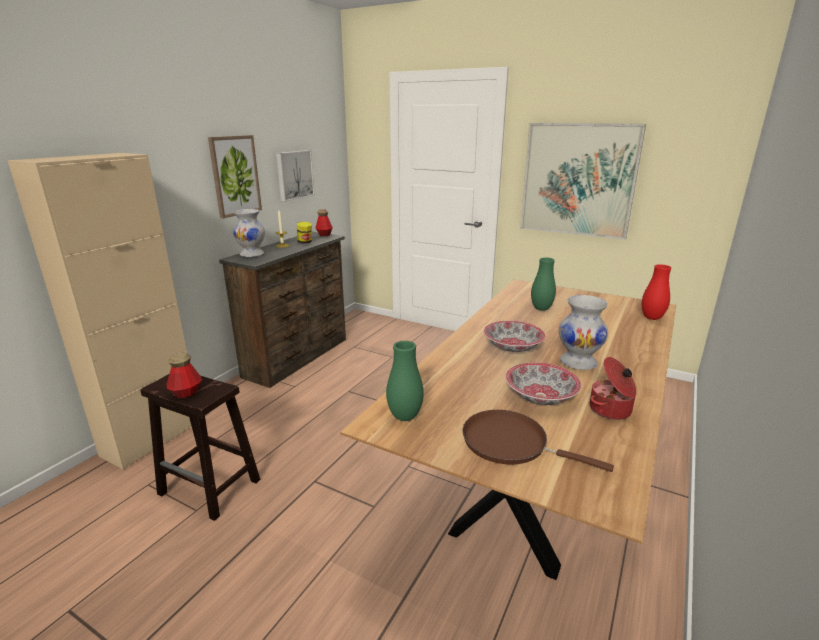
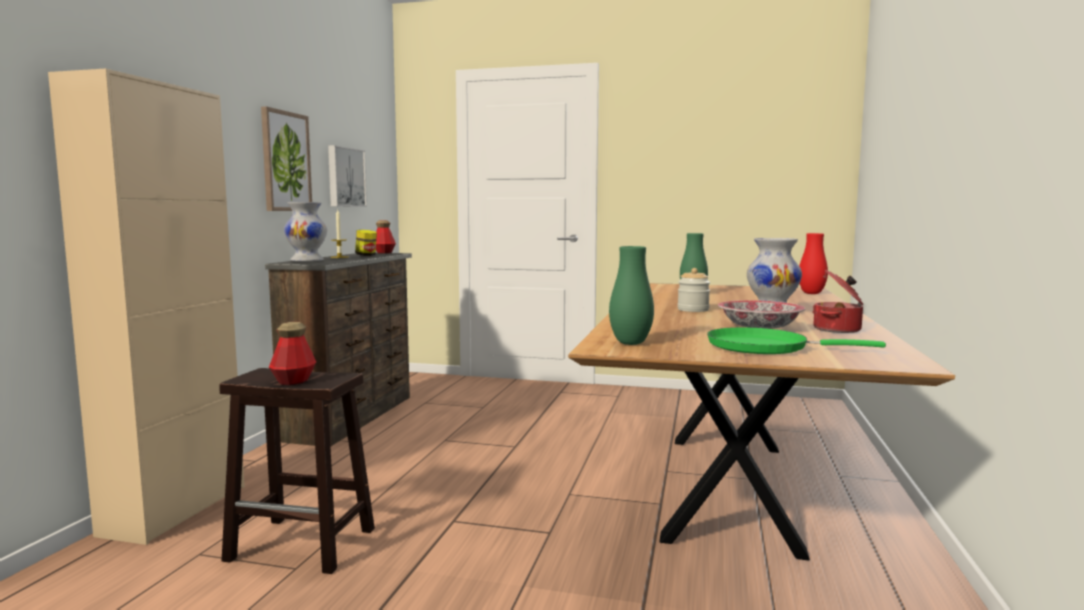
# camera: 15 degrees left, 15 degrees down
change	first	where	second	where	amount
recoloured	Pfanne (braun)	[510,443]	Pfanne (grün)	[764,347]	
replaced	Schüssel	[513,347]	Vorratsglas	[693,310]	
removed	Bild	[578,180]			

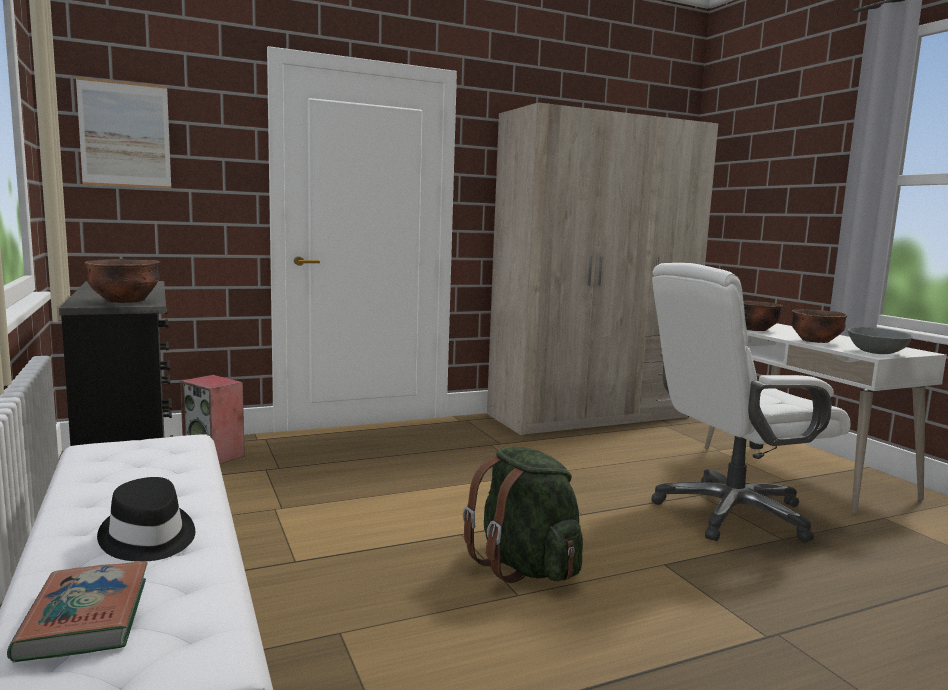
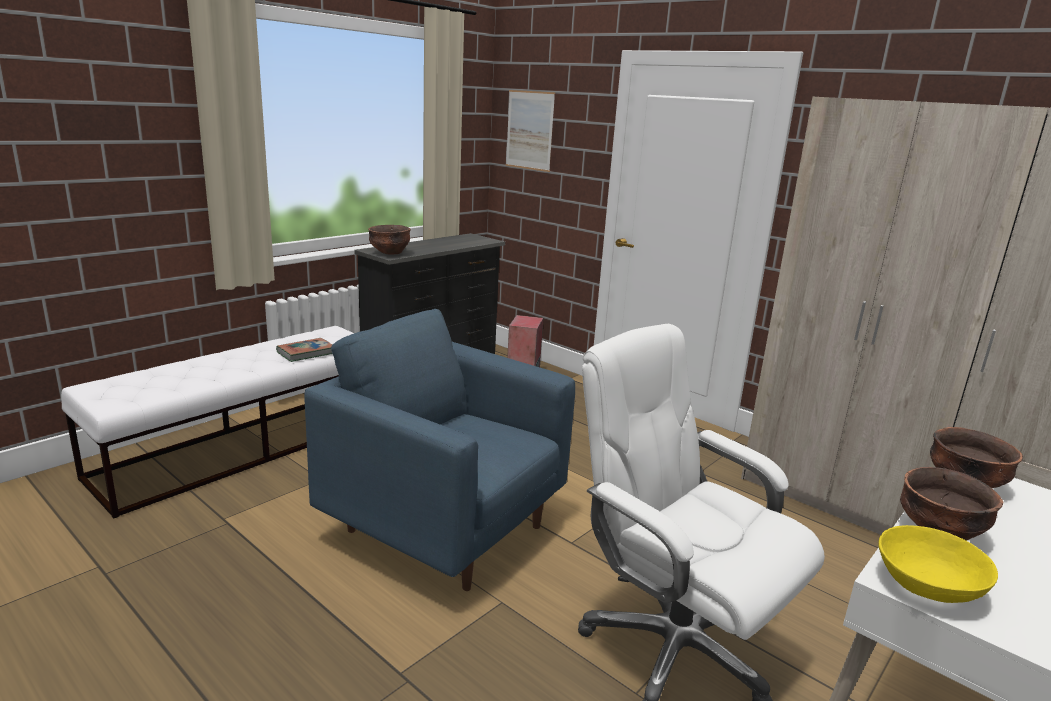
# camera: 65 degrees right, 10 degrees up
change	first	where	second	where	amount
moved	Buch	[85,618]		[306,353]	
removed	Hut (schwarz)	[148,538]			
replaced	Rucksack (grün)	[524,566]	Sessel (blau)	[445,528]	
recoloured	Schüssel (grau)	[876,352]	Schüssel (gelb)	[927,585]	

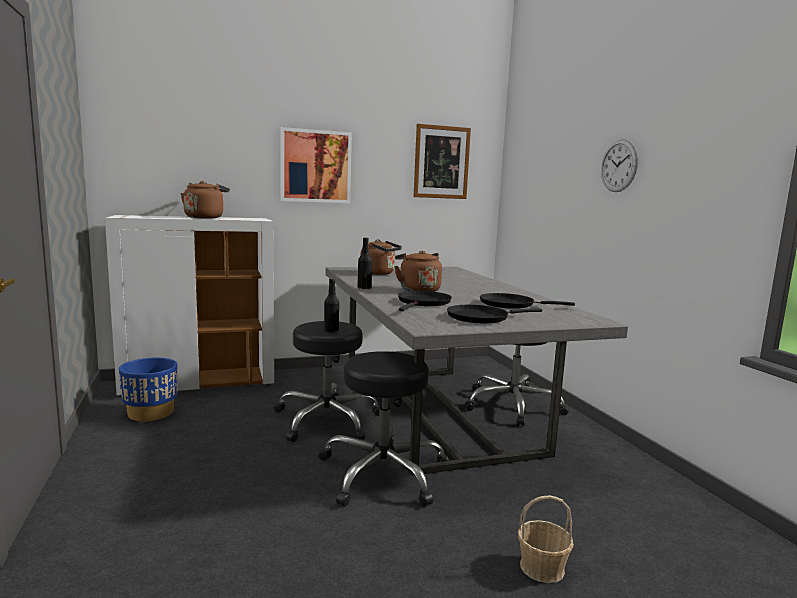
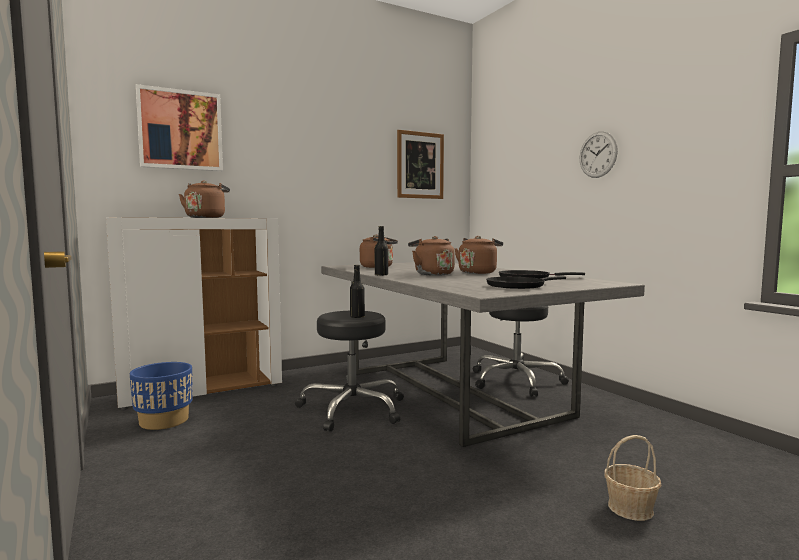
# camera: 10 degrees left, 5 degrees down
change	first	where	second	where	amount
moved	Bild	[315,166]		[180,130]	
removed	Hocker (schwarz)	[383,473]			
removed	Pfanne (schwarz)	[423,303]			
added			Wasserkessel (braun)	[478,272]	

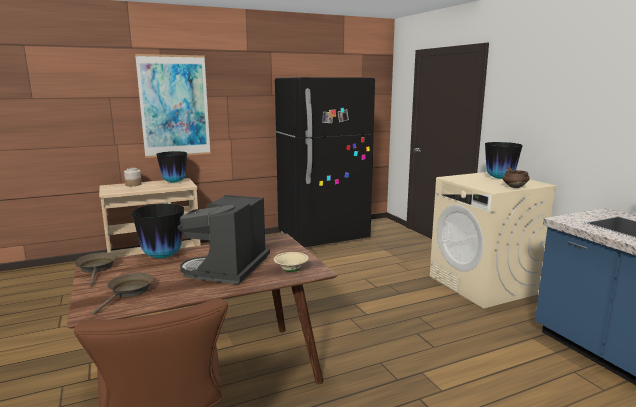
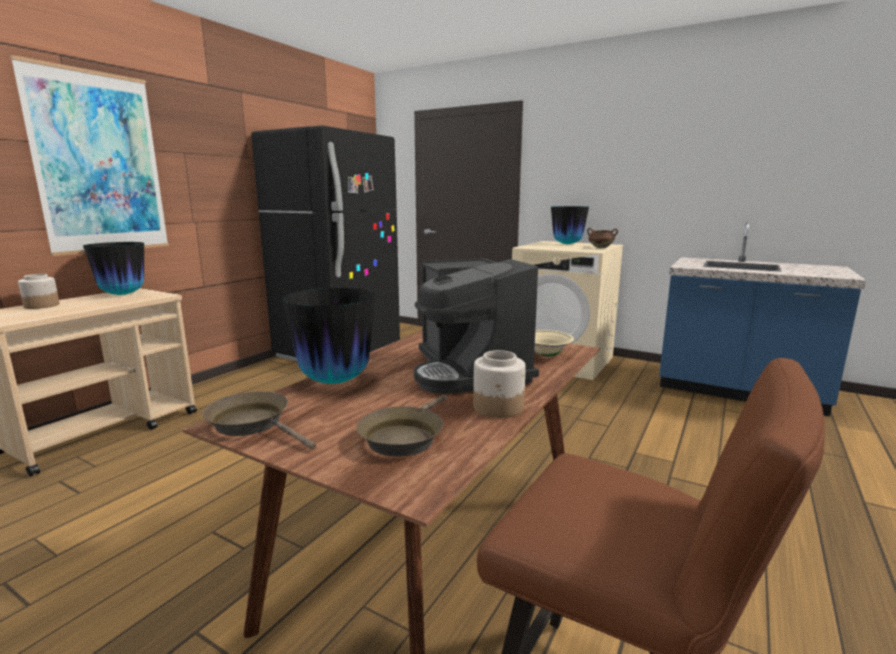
# camera: 35 degrees left, 0 degrees up
change	first	where	second	where	amount
turned	Pfanne (braun)	[129,292]		[404,437]	135 degrees counterclockwise
added			Vorratsglas	[498,407]	

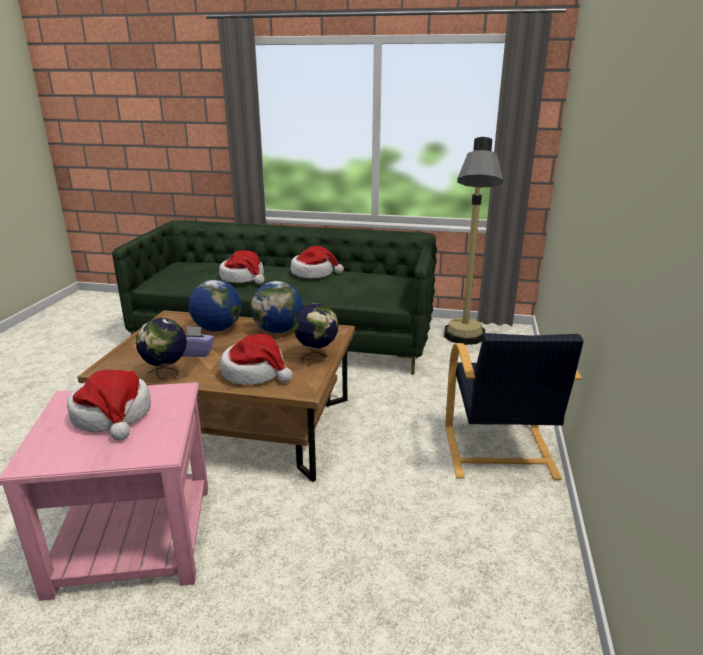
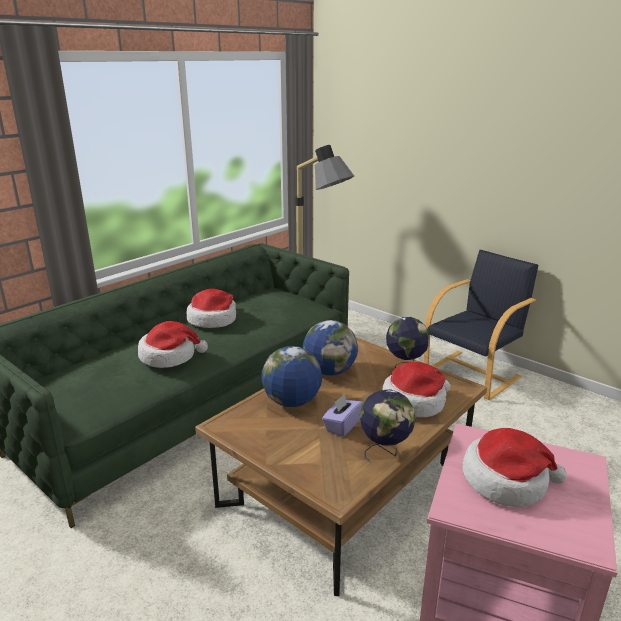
# camera: 60 degrees left, 0 degrees up
change	first	where	second	where	amount
turned	Sessel (schwarz)	[499,453]		[473,374]	75 degrees counterclockwise

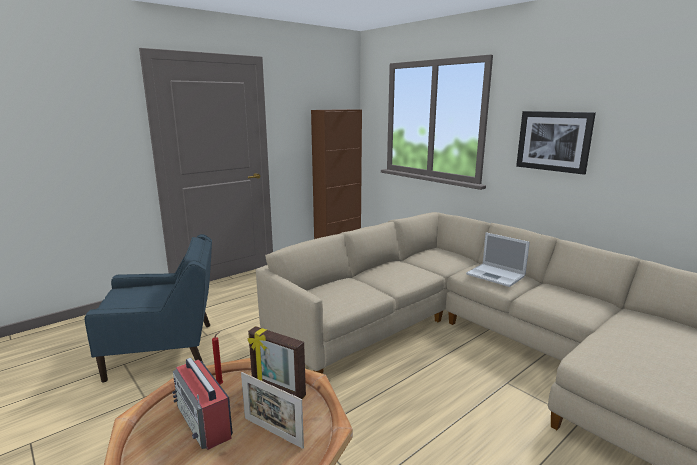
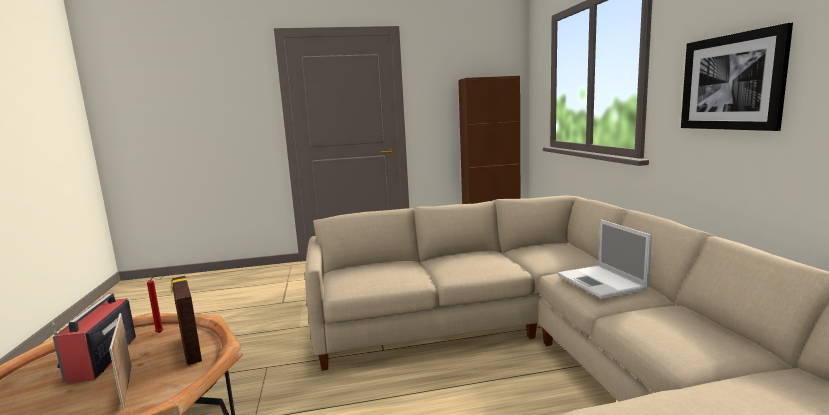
# camera: 30 degrees right, 5 degrees down
change	first	where	second	where	amount
removed	Sessel (blau)	[165,351]			

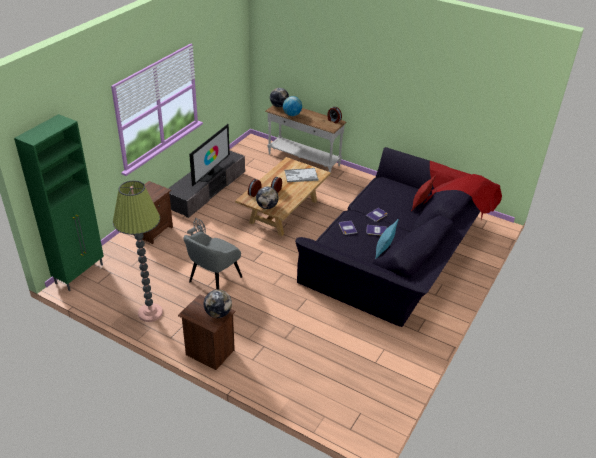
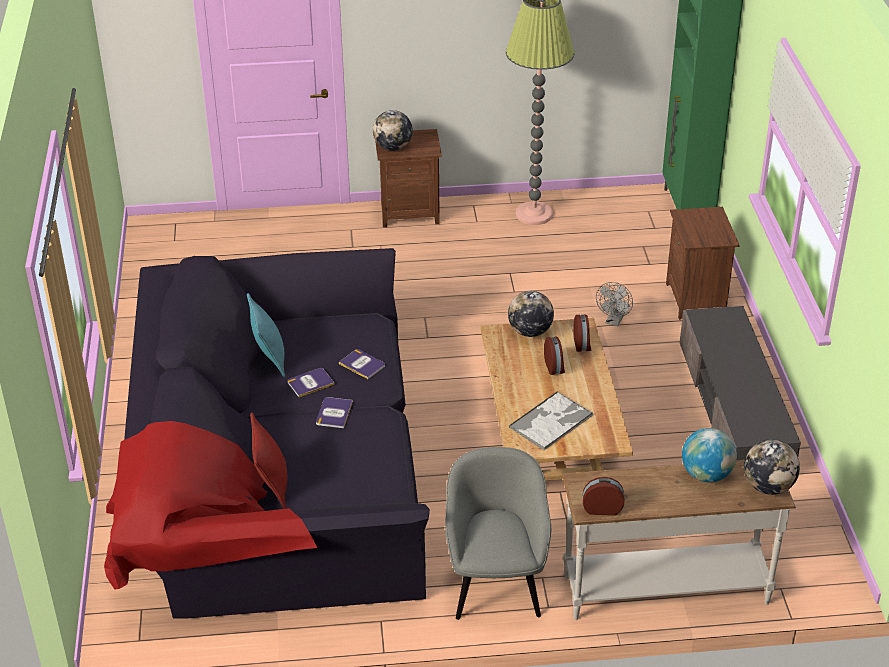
# camera: 145 degrees right, 0 degrees up
change	first	where	second	where	amount
moved	Sessel (grau)	[214,280]		[495,584]	
removed	Fernseher	[210,173]			

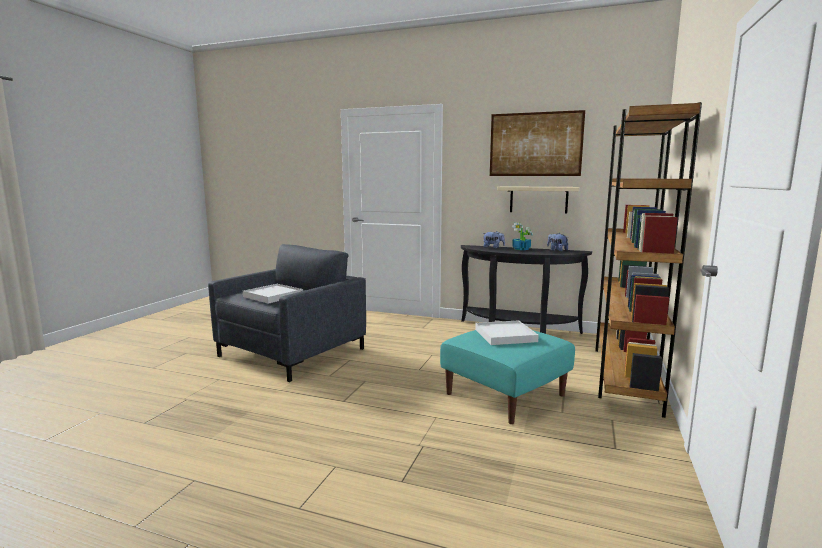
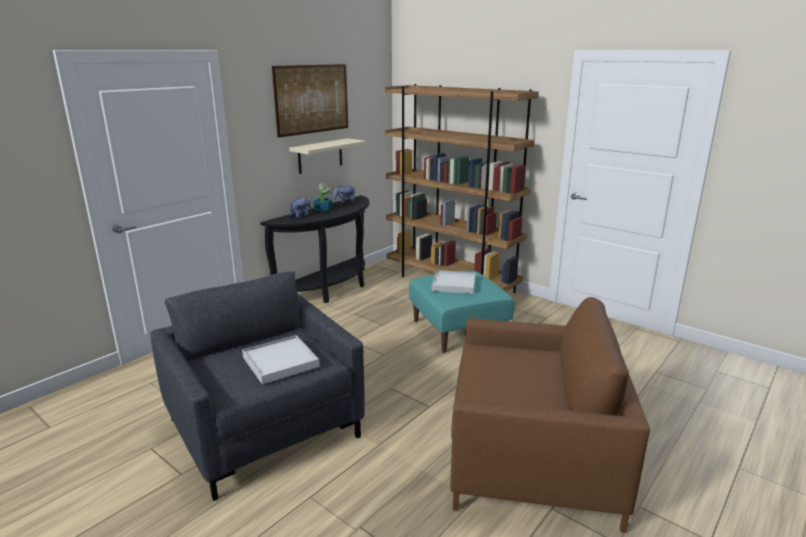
# camera: 70 degrees left, 10 degrees up
change	first	where	second	where	amount
added			Sessel (braun)	[533,461]	

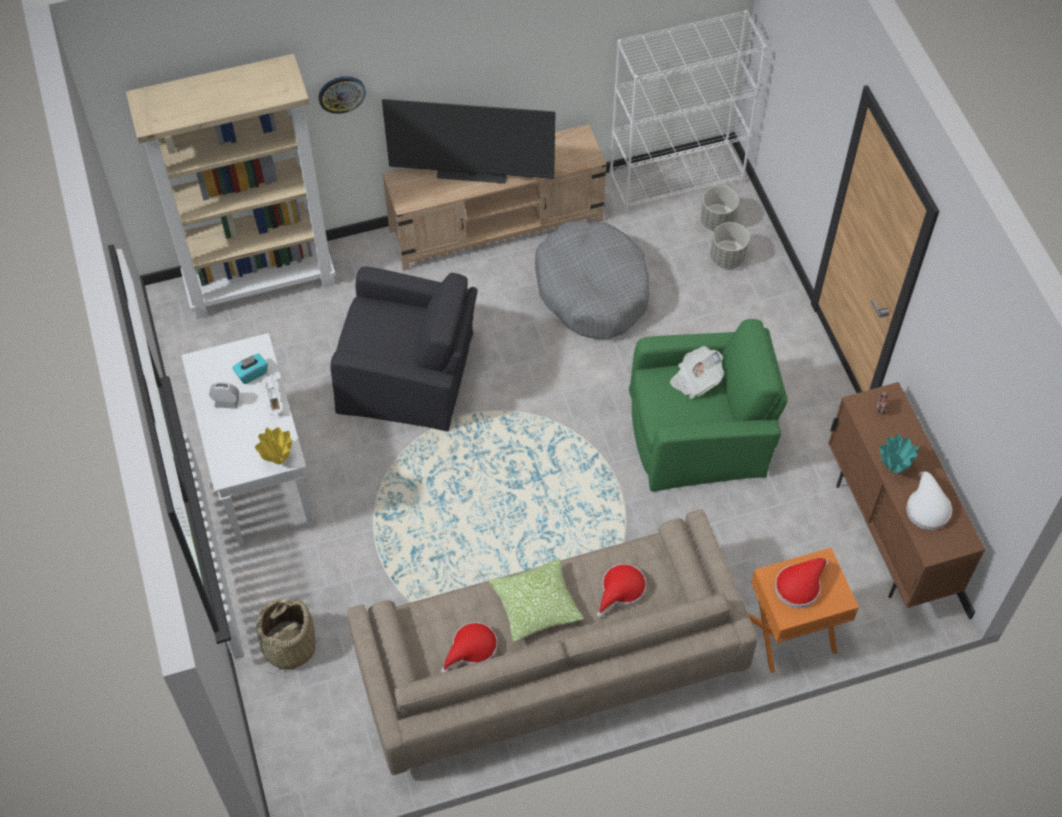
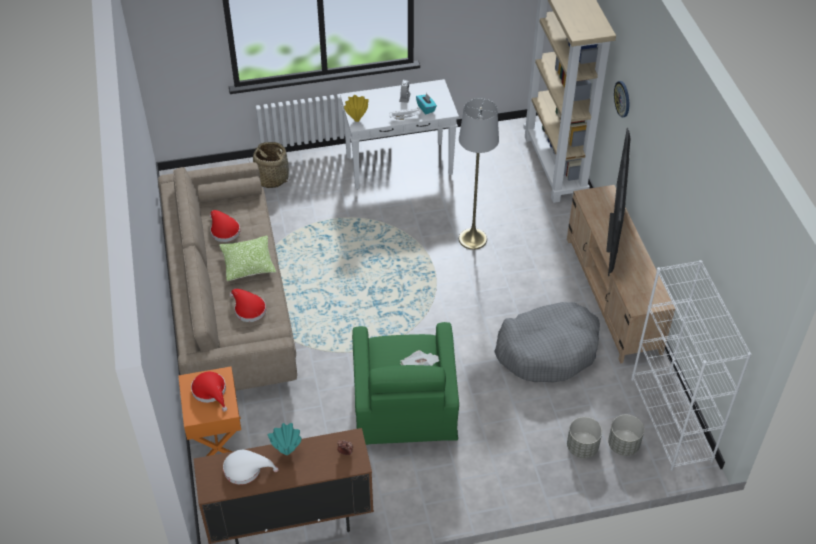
# camera: 95 degrees right, 10 degrees down
change	first	where	second	where	amount
replaced	Sessel (schwarz)	[408,373]	Stehlampe (grau)	[472,239]	

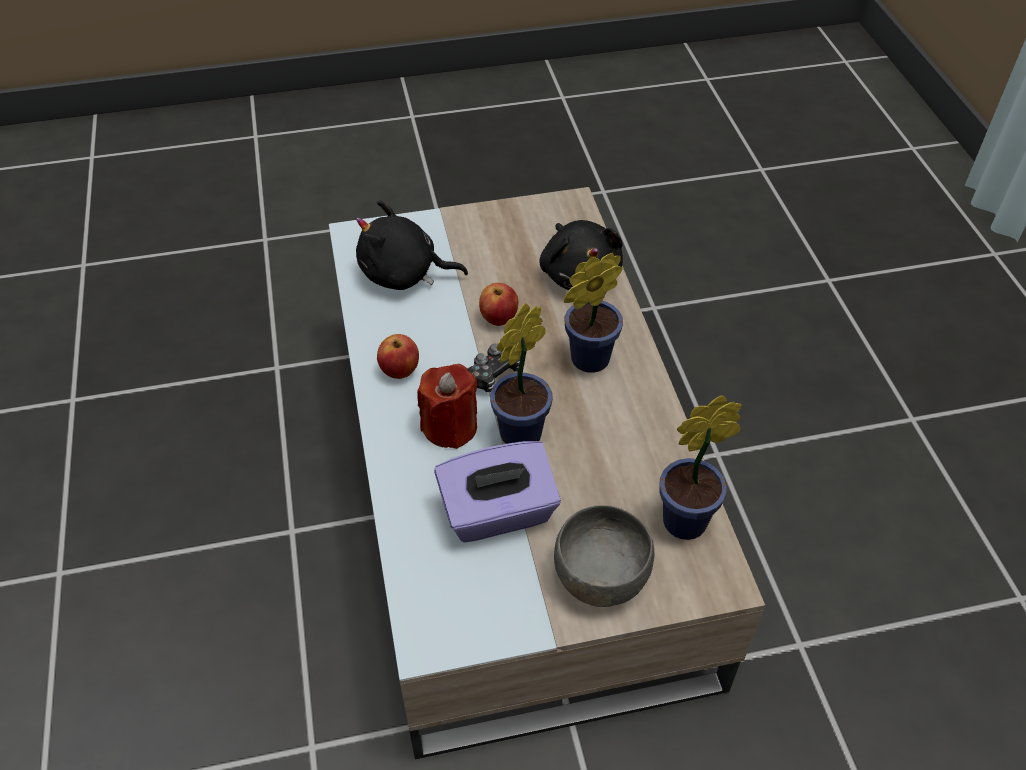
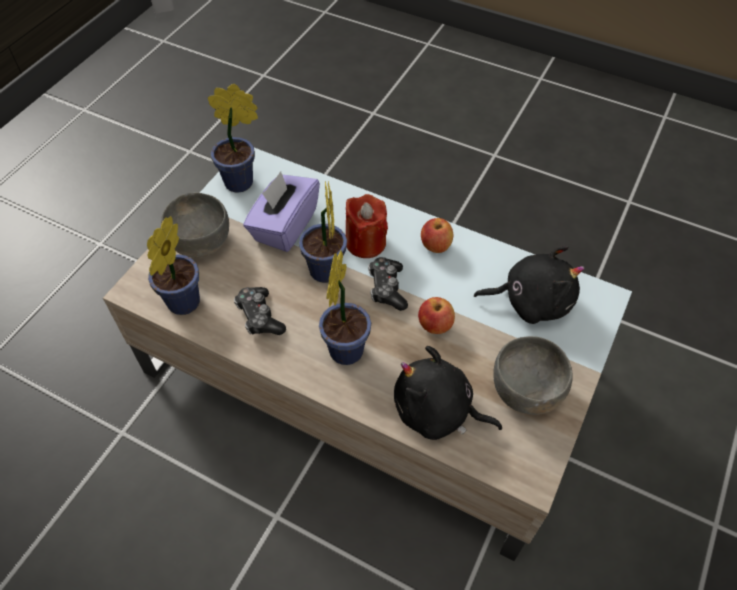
# camera: 130 degrees right, 5 degrees up
change	first	where	second	where	amount
turned	Plüschtier (schwarz)	[404,274]		[531,301]	45 degrees clockwise
added			Topfpflanze	[243,182]	
added			Gamepad	[259,317]	
added			Schüssel (grau)	[526,391]	

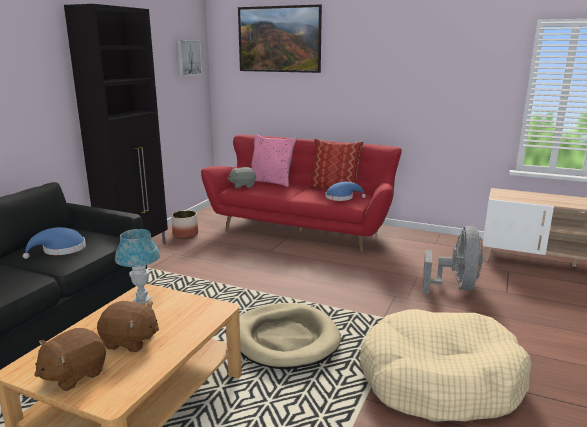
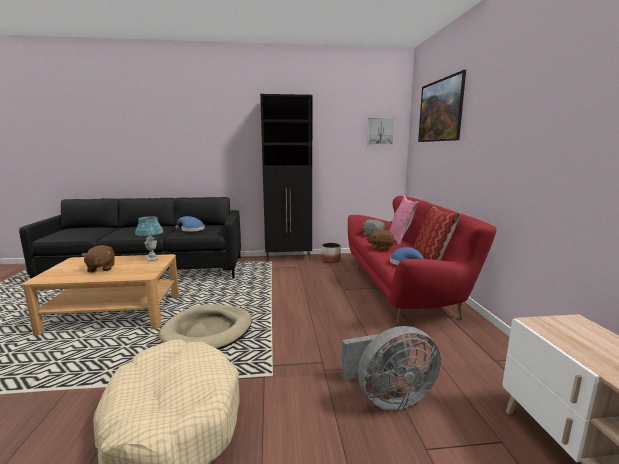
# camera: 60 degrees right, 5 degrees down
change	first	where	second	where	amount
moved	Plüschtier (braun)	[74,375]		[380,248]	

